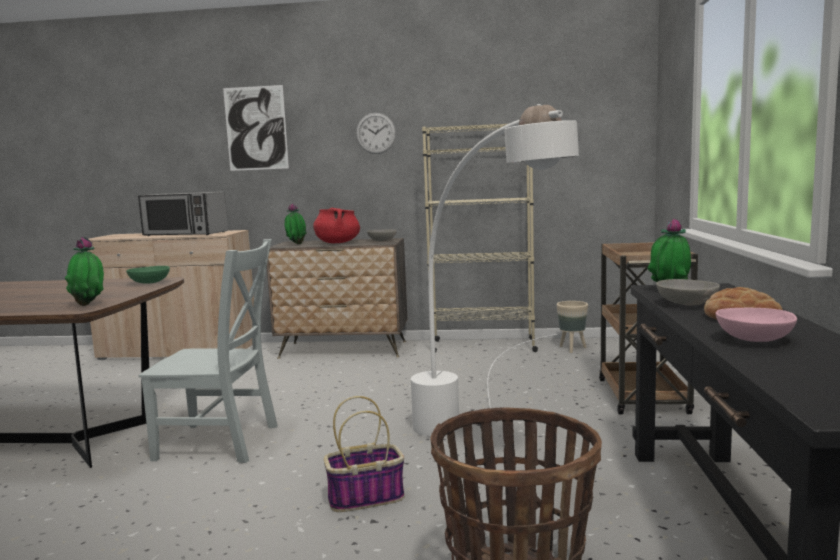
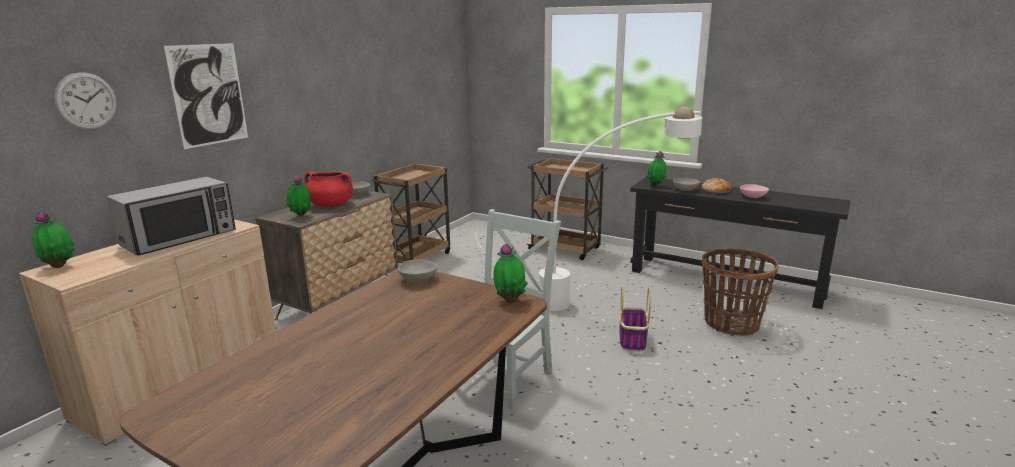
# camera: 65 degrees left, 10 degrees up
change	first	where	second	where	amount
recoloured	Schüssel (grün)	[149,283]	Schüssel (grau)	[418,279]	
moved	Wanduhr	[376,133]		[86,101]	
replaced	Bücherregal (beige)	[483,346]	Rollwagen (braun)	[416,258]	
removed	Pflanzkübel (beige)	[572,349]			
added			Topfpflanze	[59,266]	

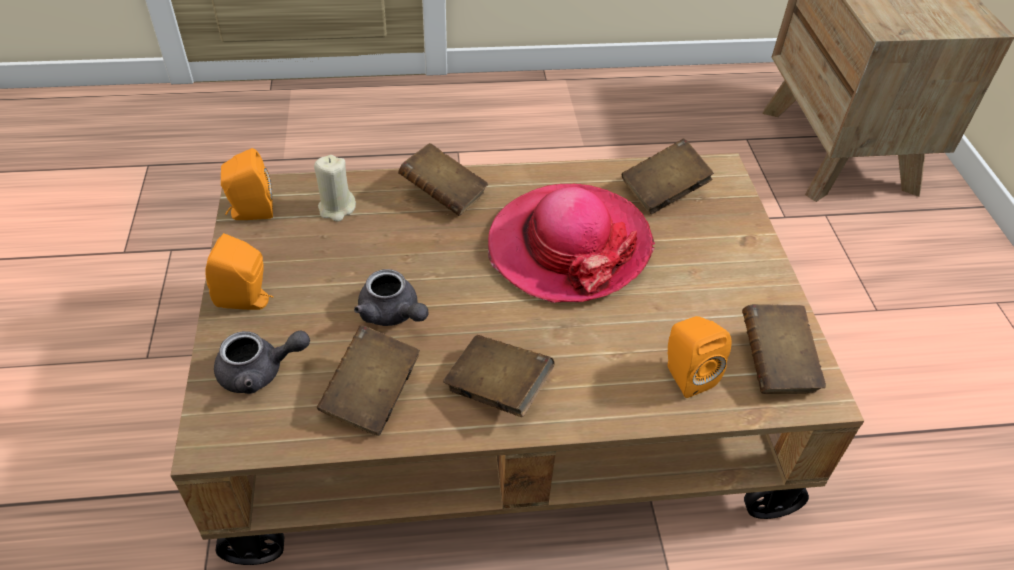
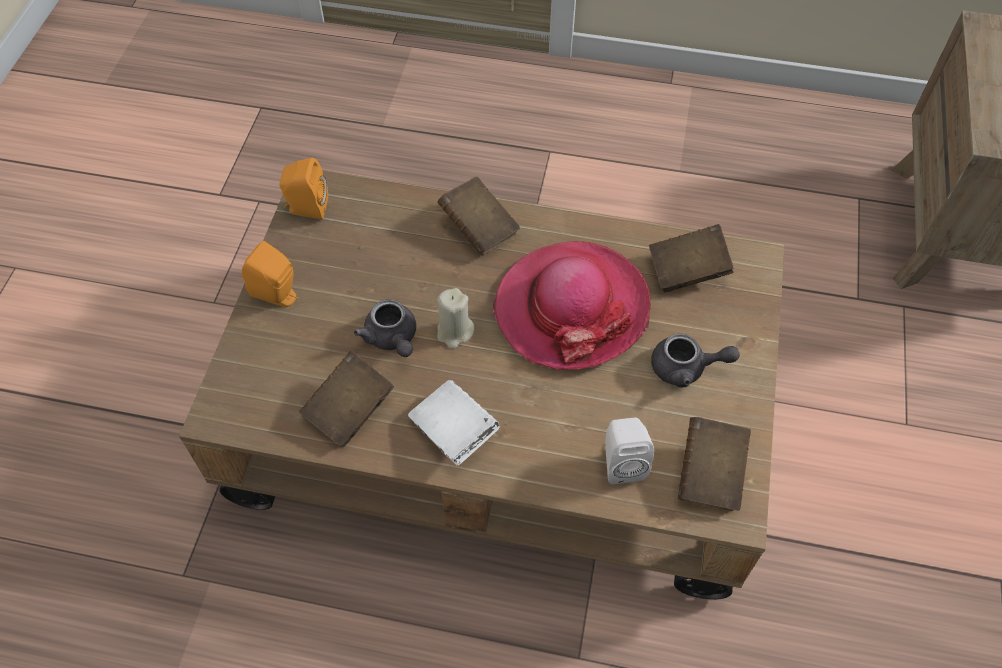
# camera: 20 degrees right, 10 degrees up
change	first	where	second	where	amount
moved	Teekanne (grau)	[260,372]		[686,368]	
moved	Kerze (beige)	[336,208]		[455,332]	
recoloured	Buch (braun)	[497,389]	Buch (weiß)	[454,432]	
recoloured	Lautsprecher (orange)	[685,375]	Lautsprecher (weiß)	[622,462]	

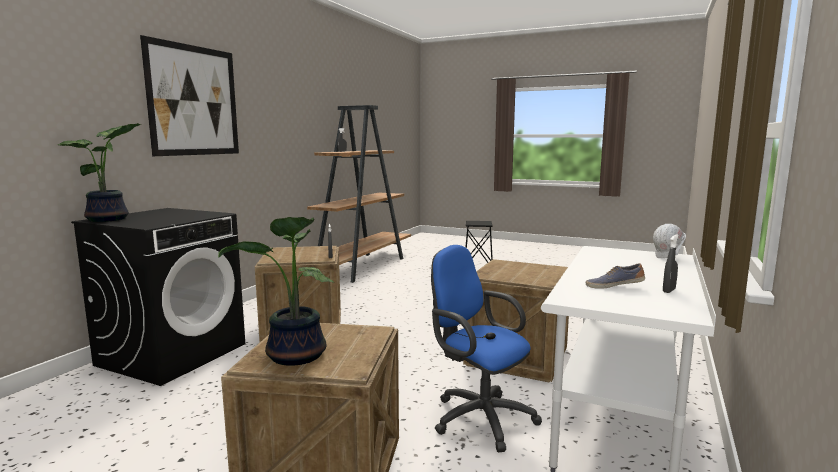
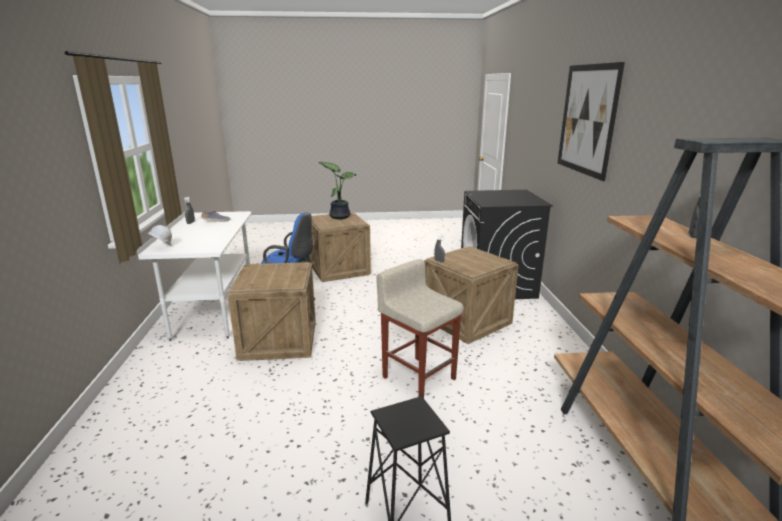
# camera: 150 degrees right, 10 degrees up
change	first	where	second	where	amount
removed	Topfpflanze	[110,219]			
added			Hocker (beige)	[418,377]	

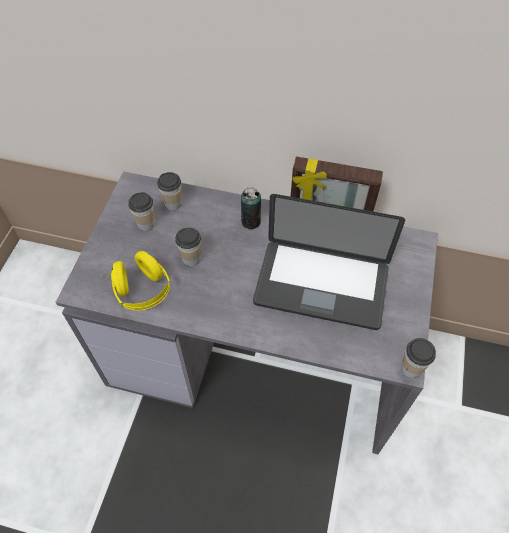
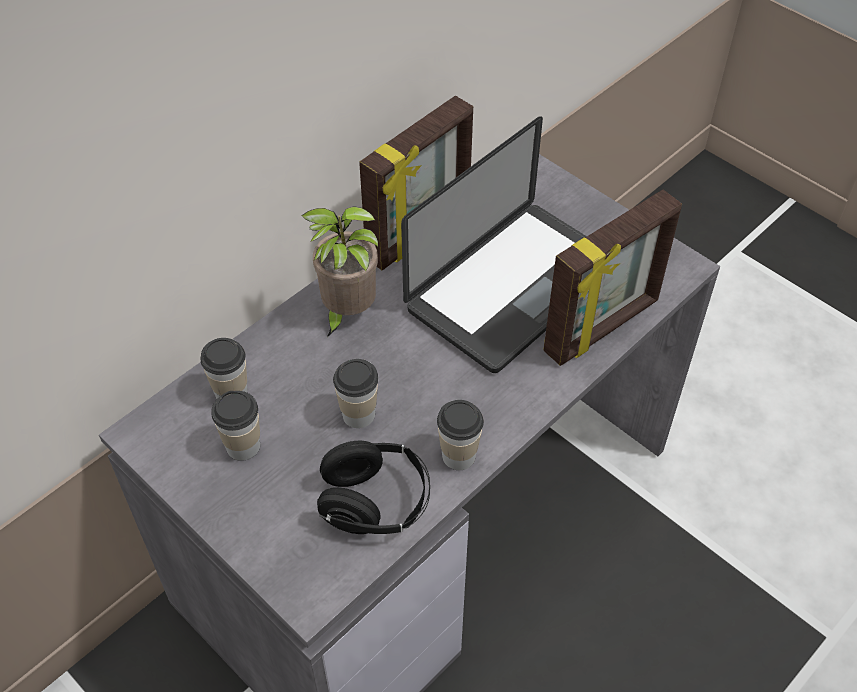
# camera: 60 degrees left, 5 degrees down
change	first	where	second	where	amount
recoloured	Kopfhörer (gelb)	[142,291]	Kopfhörer (schwarz)	[375,503]	
replaced	Dose	[251,222]	Topfpflanze	[346,313]	
moved	Tasse	[411,368]		[458,455]	
added			Bilderrahmen	[603,328]	

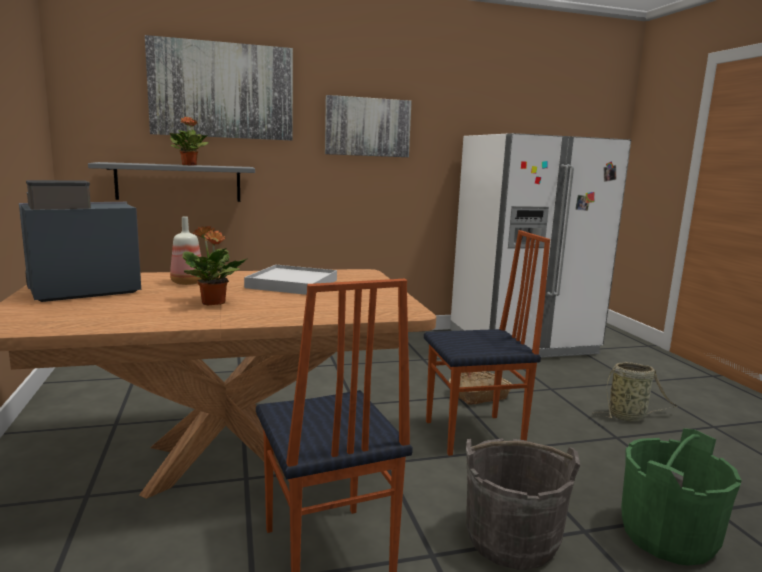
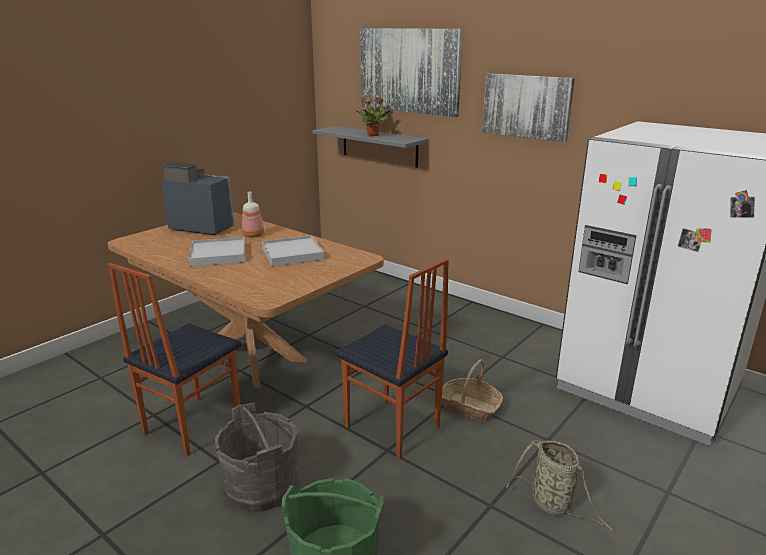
# camera: 55 degrees right, 10 degrees up
change	first	where	second	where	amount
replaced	Topfpflanze	[213,303]	Tablett (weiß)	[218,254]	

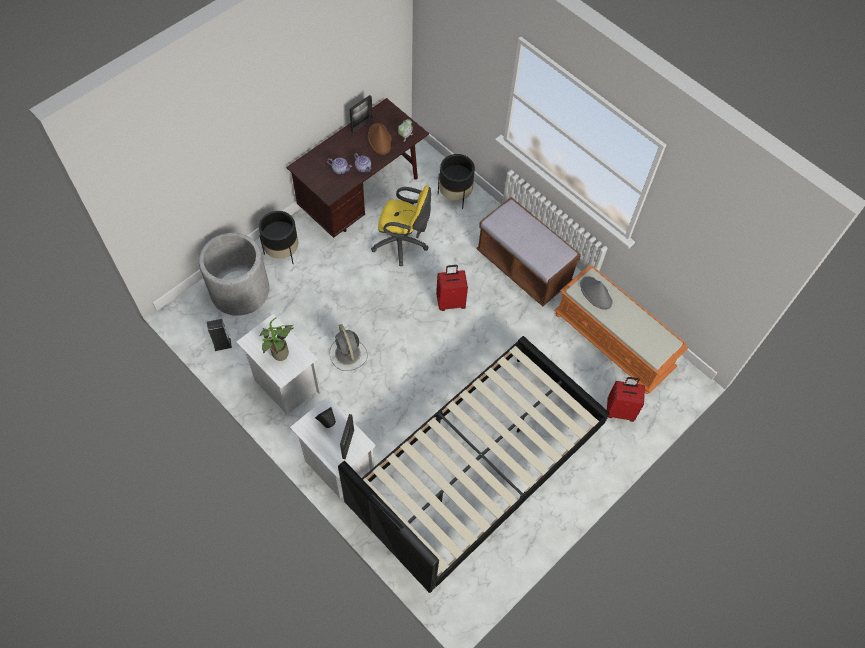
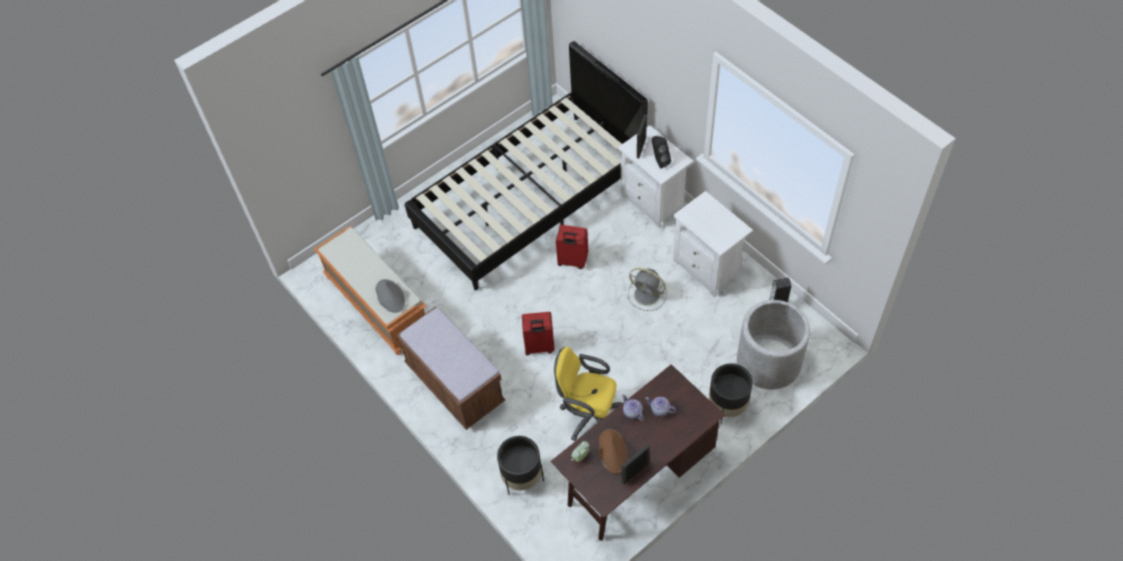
# camera: 170 degrees left, 5 degrees down
change	first	where	second	where	amount
removed	Topfpflanze	[280,356]			
turned	Ventilator (grau)	[348,354]		[648,295]	135 degrees clockwise
moved	Koffer (rot)	[620,410]		[572,261]	

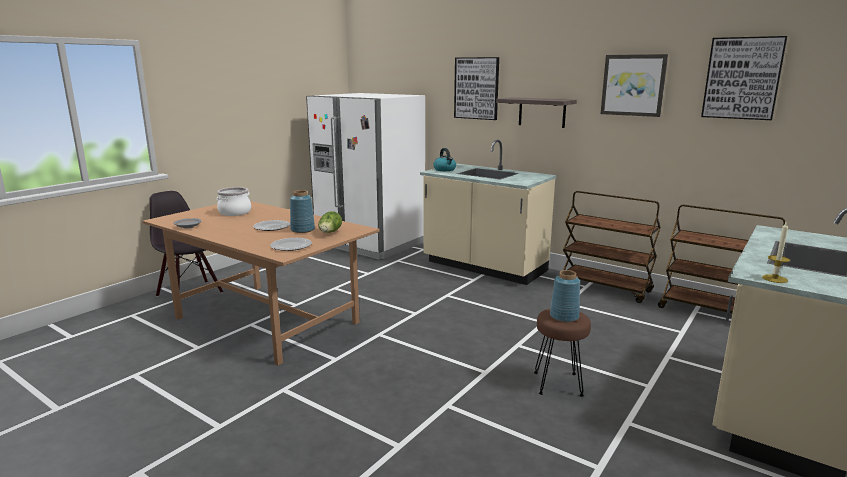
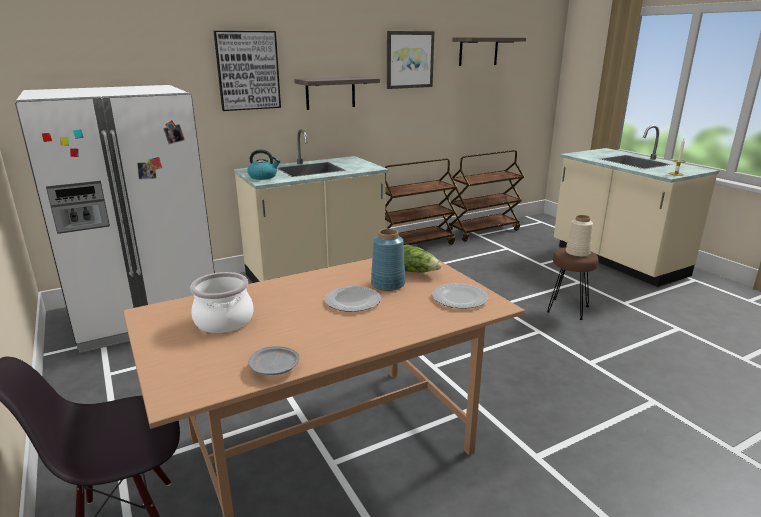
# camera: 65 degrees left, 5 degrees up
change	first	where	second	where	amount
recoloured	Vase (blau)	[564,316]	Vase (beige)	[577,253]	
replaced	Bild	[742,78]	Wandregal	[478,51]	

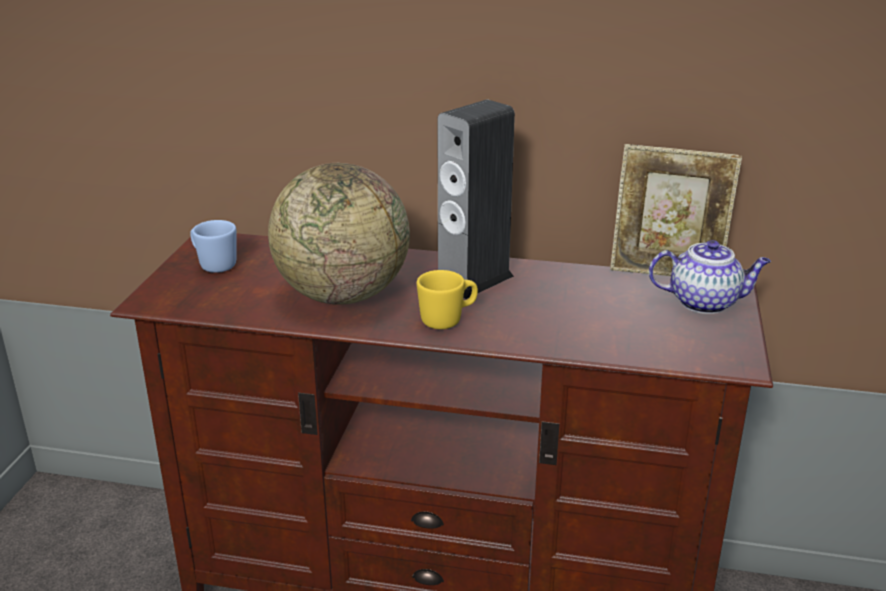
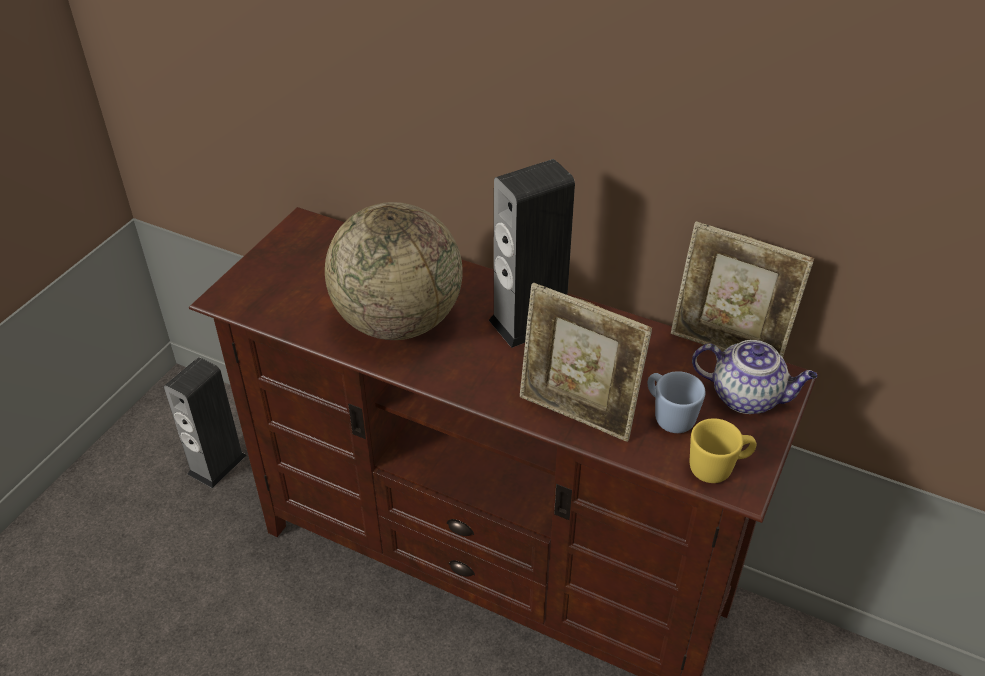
# camera: 15 degrees right, 15 degrees up
change	first	where	second	where	amount
moved	Henkelbecher (blau)	[213,265]		[668,416]	
moved	Henkelbecher (gelb)	[448,320]		[718,468]	
added			Lautsprecher	[217,464]	
added			Bilderrahmen	[577,415]	

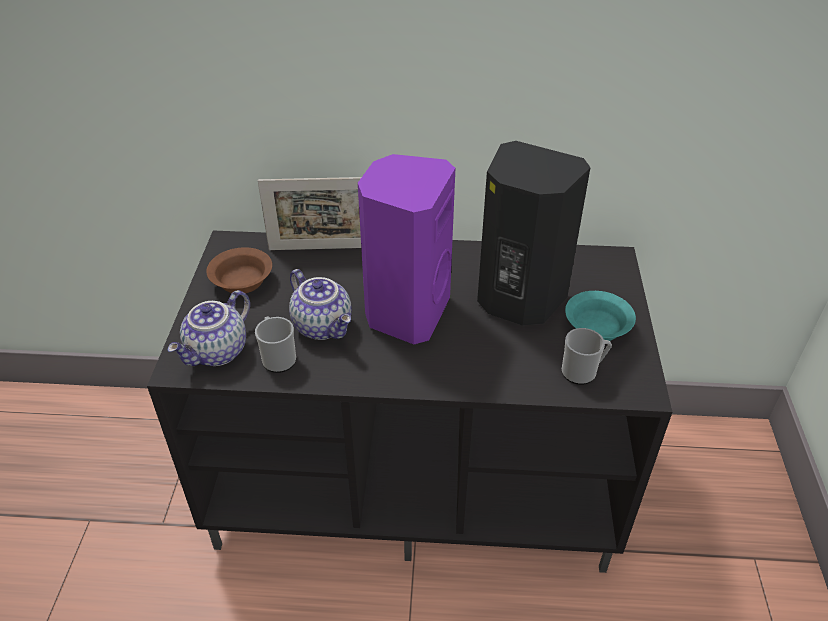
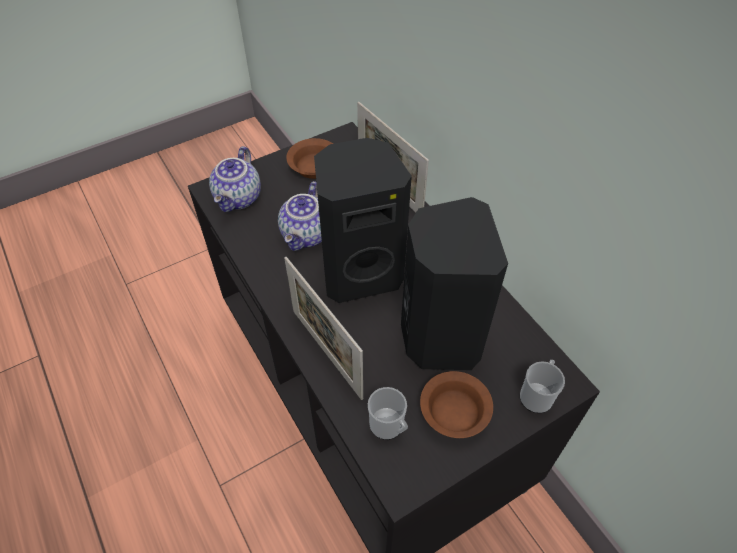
# camera: 55 degrees right, 10 degrees up
change	first	where	second	where	amount
turned	Teekanne	[218,352]		[239,198]	75 degrees counterclockwise
moved	Henkelbecher	[278,358]		[537,395]	
recoloured	Lautsprecher (lila)	[405,312]	Lautsprecher (schwarz)	[360,272]	
recoloured	Schüssel (türkis)	[596,326]	Schüssel (braun)	[455,411]	
added			Bilderrahmen	[326,353]	

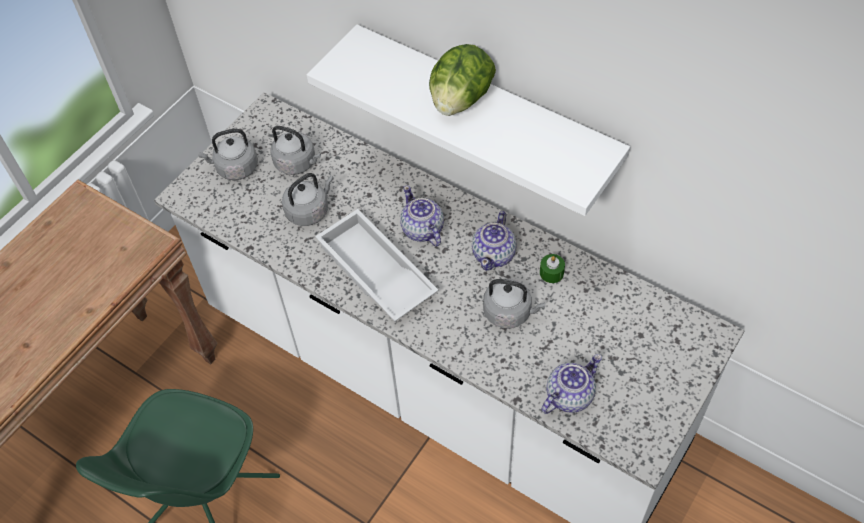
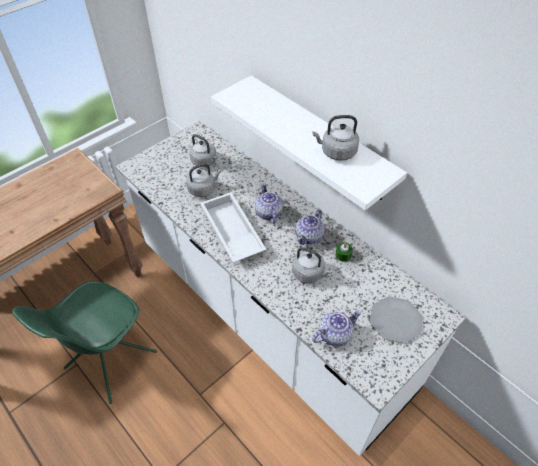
# camera: 10 degrees right, 5 degrees down
change	first	where	second	where	amount
moved	Wasserkessel (grau)	[235,168]		[336,152]	
removed	Salatkopf	[460,100]			
added			Teller	[395,320]	

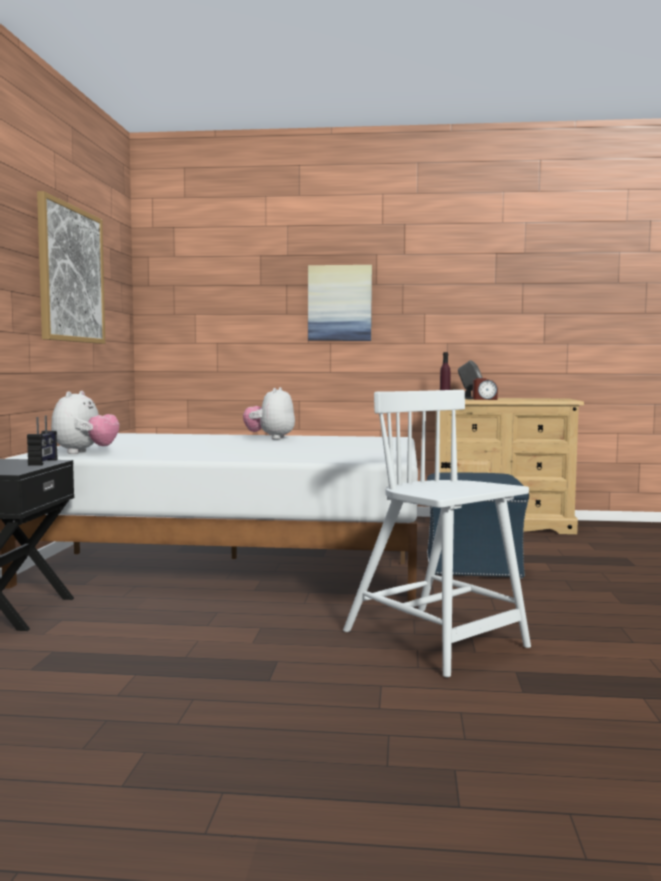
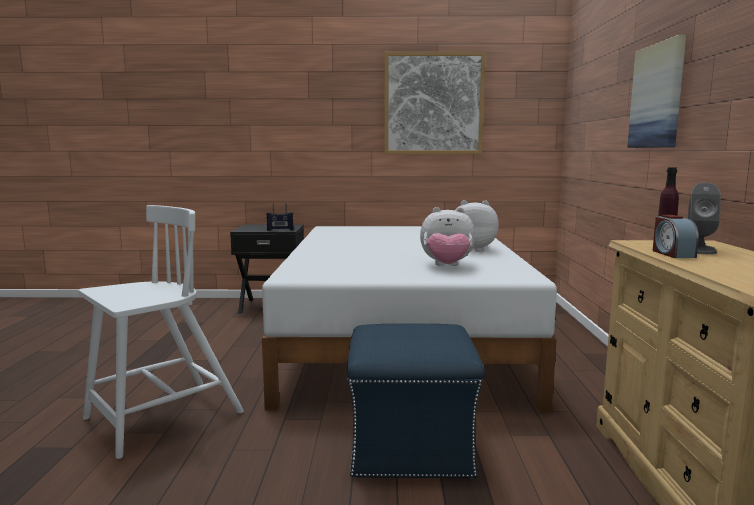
# camera: 85 degrees right, 5 degrees up
change	first	where	second	where	amount
moved	Plüschtier	[85,453]		[447,266]	

